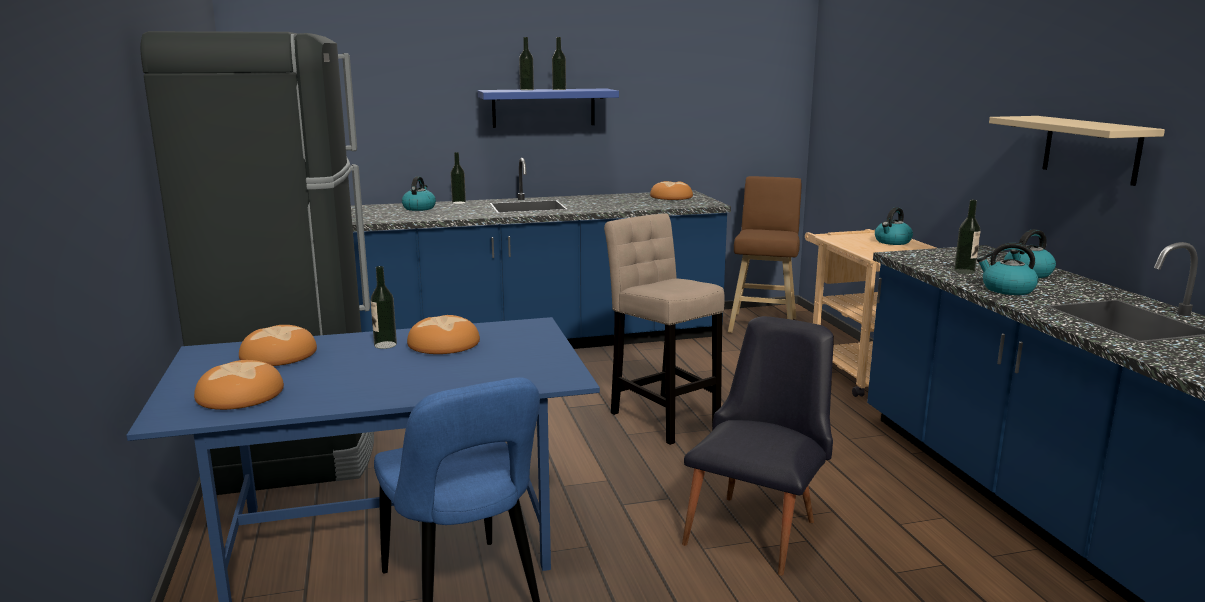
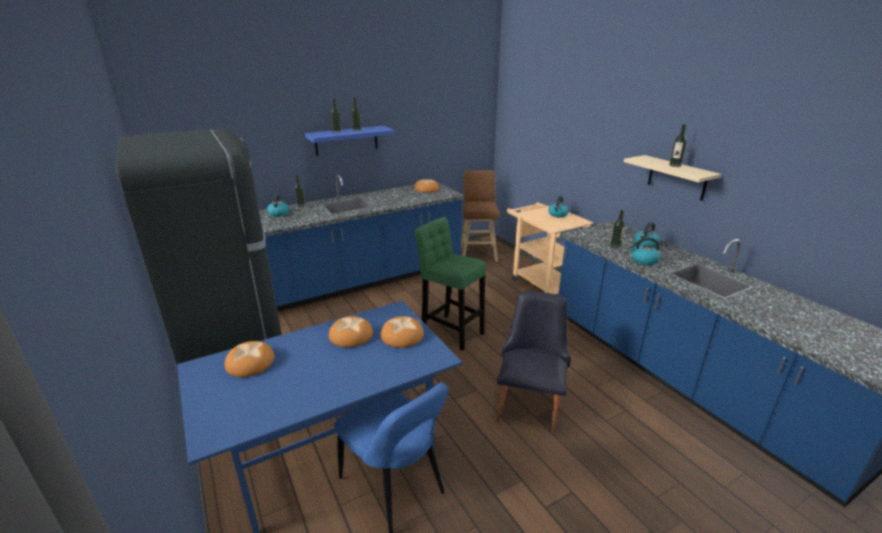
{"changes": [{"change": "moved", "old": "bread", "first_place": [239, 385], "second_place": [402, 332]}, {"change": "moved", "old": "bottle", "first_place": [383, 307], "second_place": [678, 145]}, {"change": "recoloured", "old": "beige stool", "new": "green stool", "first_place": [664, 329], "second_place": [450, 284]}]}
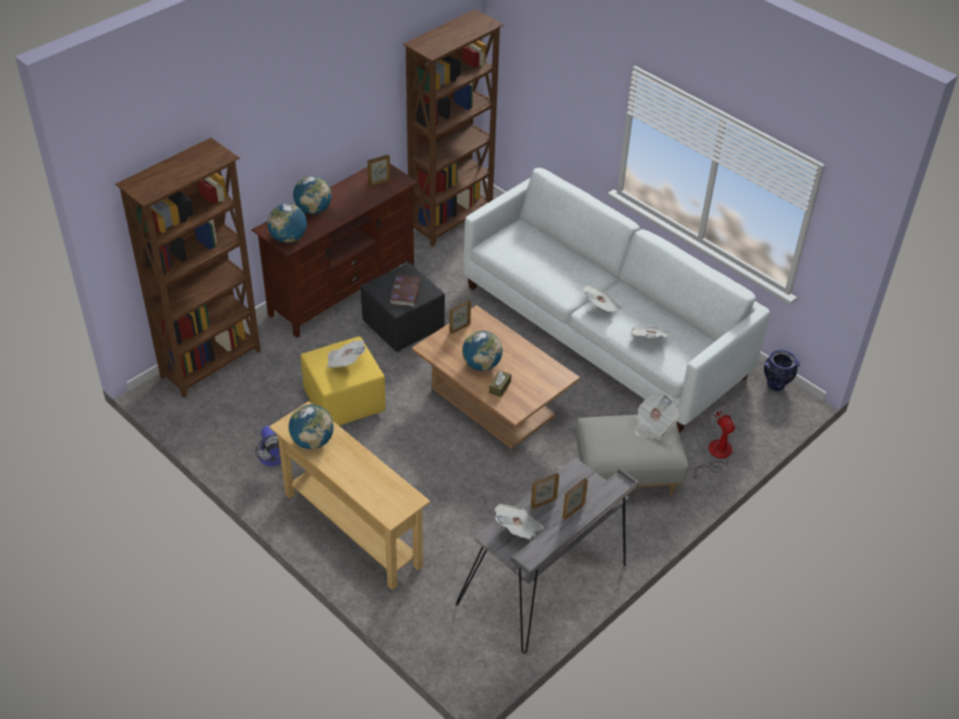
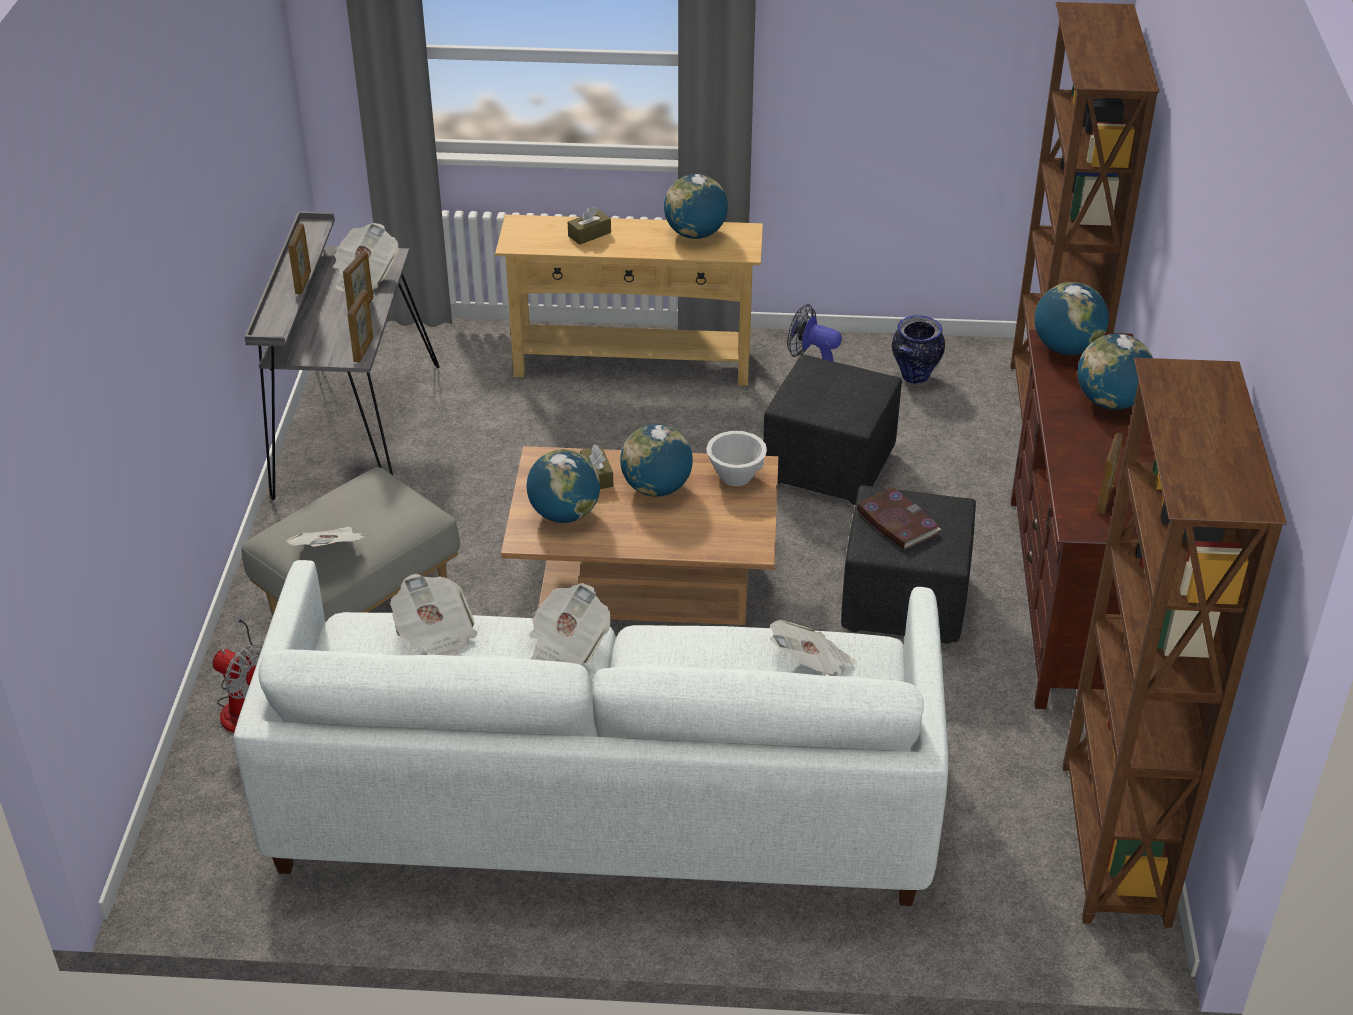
{"changes": [{"change": "recoloured", "old": "yellow ottoman", "new": "black ottoman", "first_place": [343, 381], "second_place": [832, 429]}, {"change": "moved", "old": "newspaper", "first_place": [346, 354], "second_place": [813, 647]}, {"change": "moved", "old": "picture frame", "first_place": [460, 317], "second_place": [360, 326]}, {"change": "moved", "old": "vase", "first_place": [782, 370], "second_place": [918, 349]}, {"change": "added", "new": "globe", "second_place": [563, 486]}, {"change": "added", "new": "brown tissue box", "second_place": [589, 225]}, {"change": "added", "new": "white bowl", "second_place": [736, 458]}]}
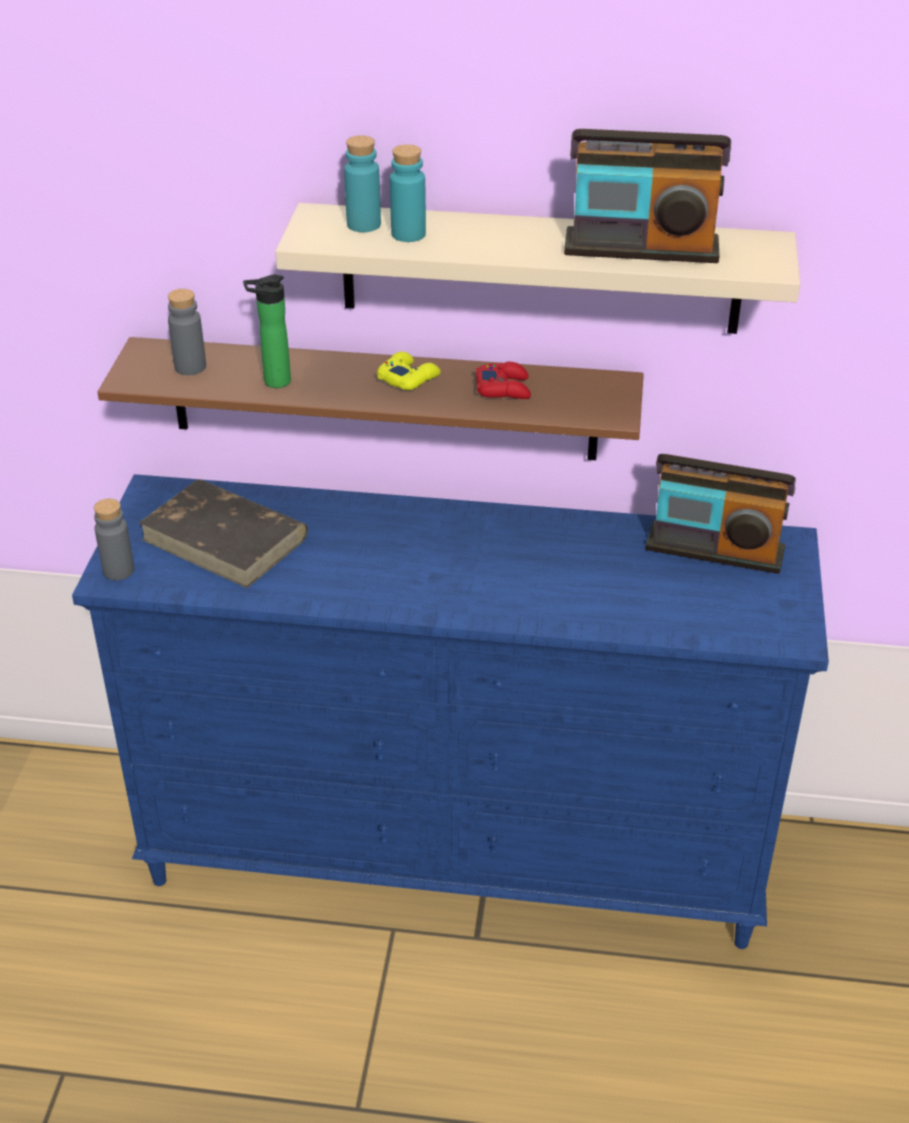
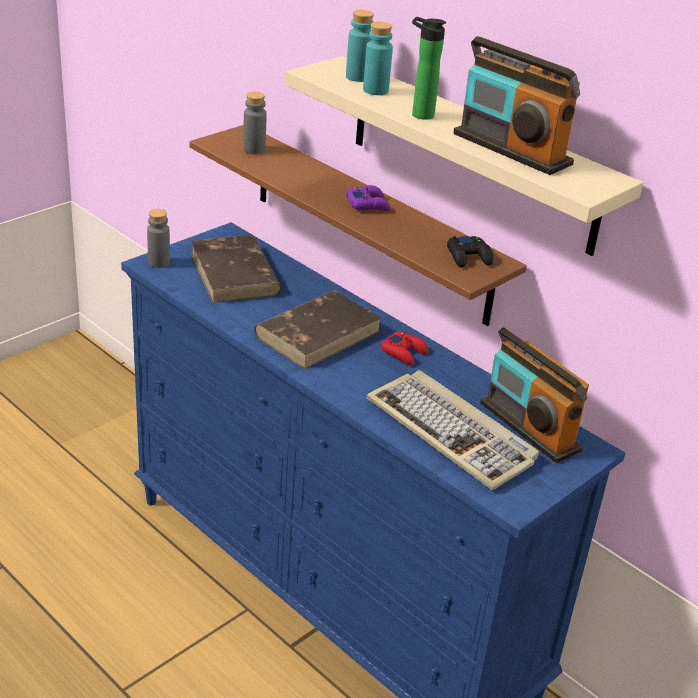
{"changes": [{"change": "moved", "old": "bottle", "first_place": [267, 331], "second_place": [429, 68]}, {"change": "recoloured", "old": "yellow game controller", "new": "purple game controller", "first_place": [409, 370], "second_place": [368, 198]}, {"change": "moved", "old": "red game controller", "first_place": [503, 380], "second_place": [405, 349]}, {"change": "added", "new": "brown book", "second_place": [318, 329]}, {"change": "added", "new": "keyboard", "second_place": [453, 430]}, {"change": "added", "new": "black game controller", "second_place": [470, 252]}]}
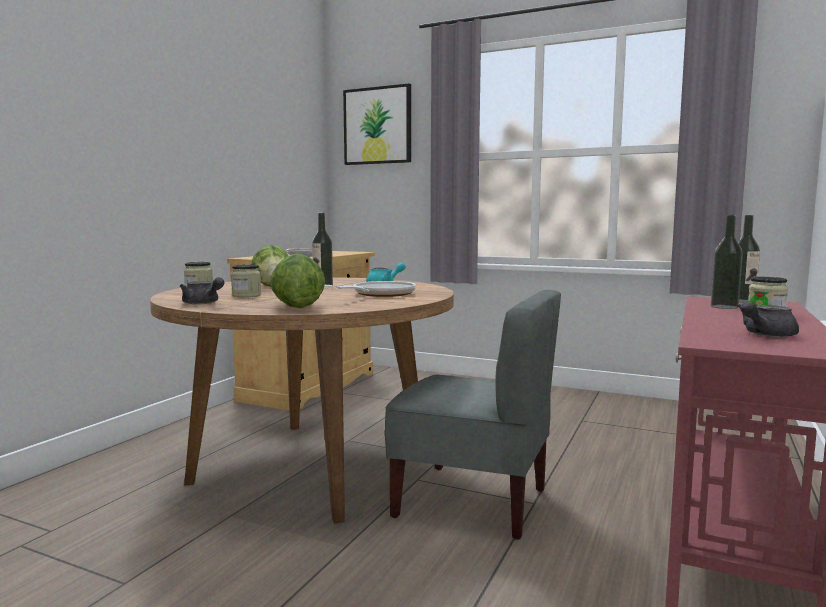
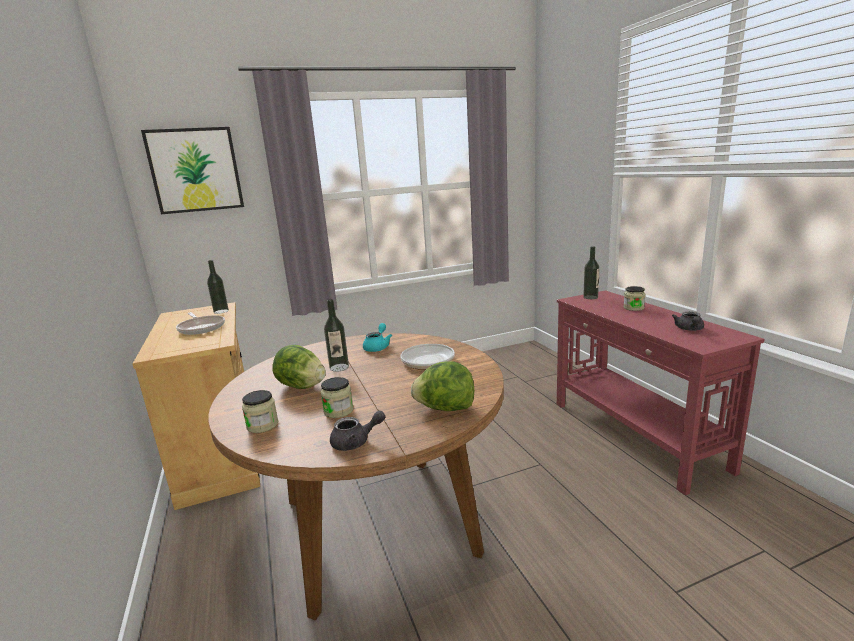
{"changes": [{"change": "removed", "old": "grey chair", "first_place": [473, 415]}, {"change": "moved", "old": "bottle", "first_place": [727, 262], "second_place": [218, 287]}]}
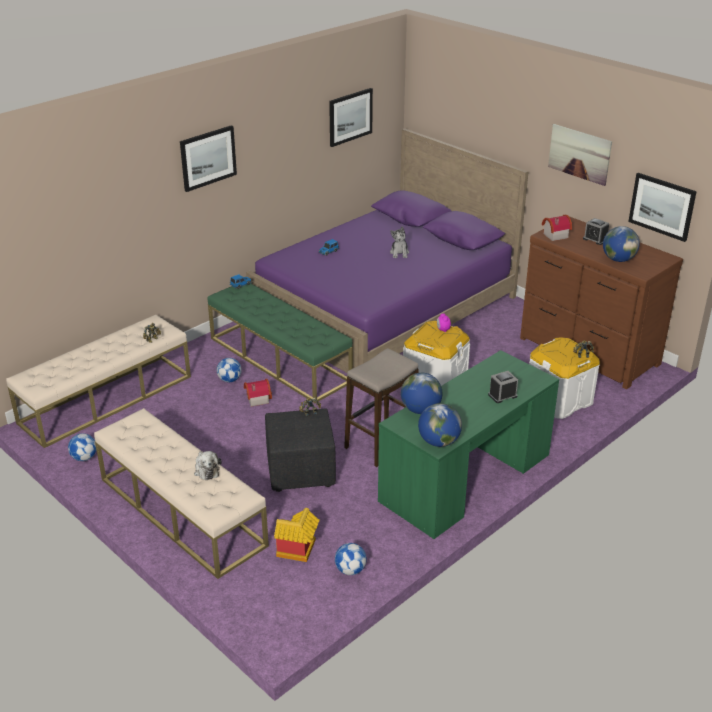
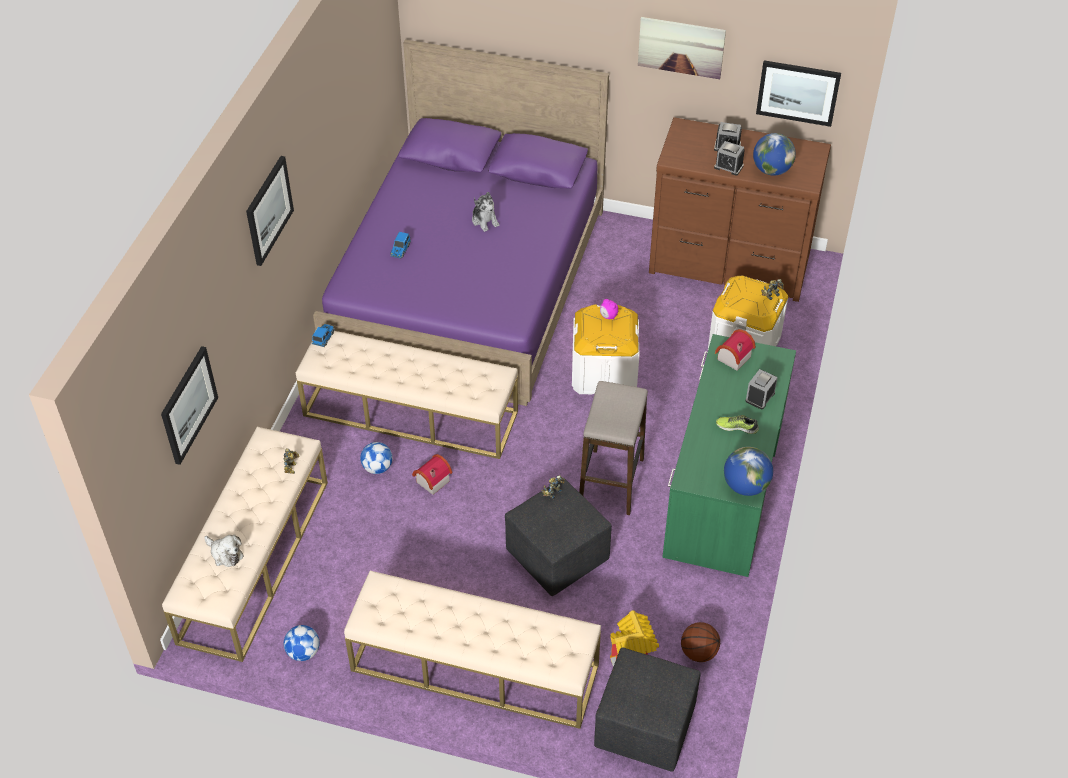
{"changes": [{"change": "moved", "old": "plush toy", "first_place": [208, 465], "second_place": [224, 551]}, {"change": "recoloured", "old": "green bench", "new": "beige bench", "first_place": [280, 343], "second_place": [407, 395]}, {"change": "moved", "old": "picture", "first_place": [351, 117], "second_place": [189, 405]}, {"change": "replaced", "old": "football", "new": "basketball", "first_place": [351, 559], "second_place": [700, 642]}, {"change": "removed", "old": "globe", "first_place": [421, 393]}, {"change": "moved", "old": "toy house", "first_place": [557, 228], "second_place": [735, 350]}, {"change": "added", "new": "black ottoman", "second_place": [647, 709]}, {"change": "added", "new": "alarm clock", "second_place": [729, 158]}, {"change": "added", "new": "shoe", "second_place": [737, 424]}]}
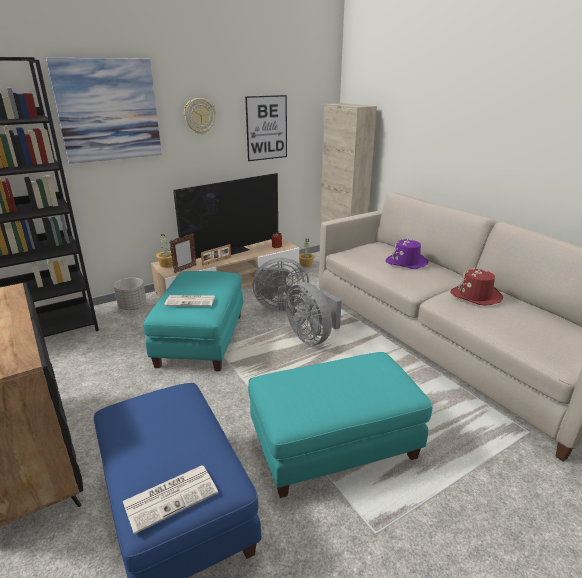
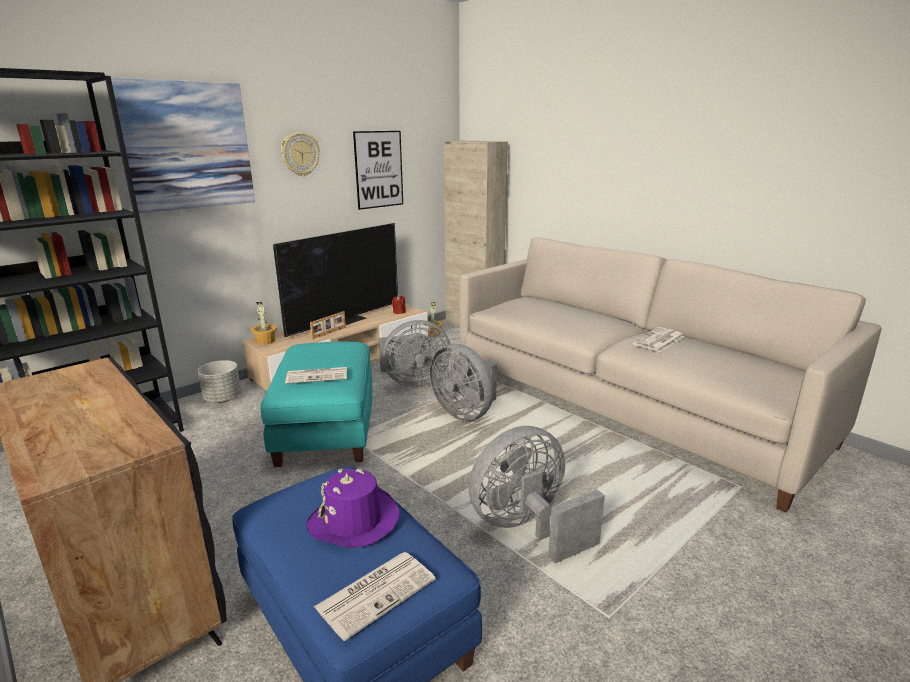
{"changes": [{"change": "removed", "old": "picture frame", "first_place": [183, 253]}, {"change": "replaced", "old": "turquoise ottoman", "new": "grey fan", "first_place": [340, 425], "second_place": [536, 494]}, {"change": "moved", "old": "purple hat", "first_place": [407, 253], "second_place": [353, 508]}, {"change": "replaced", "old": "red hat", "new": "newspaper", "first_place": [476, 287], "second_place": [658, 339]}]}
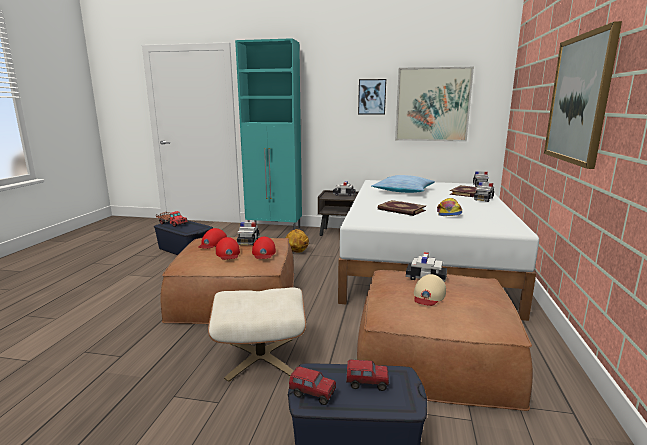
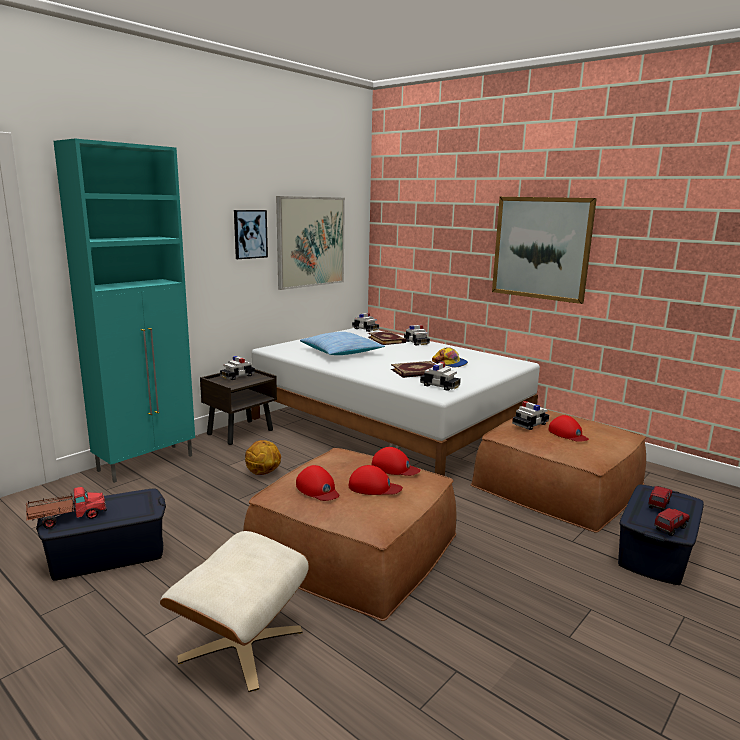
{"changes": [{"change": "moved", "old": "beige ottoman", "first_place": [257, 334], "second_place": [234, 611]}, {"change": "moved", "old": "toy car", "first_place": [248, 233], "second_place": [440, 376]}, {"change": "recoloured", "old": "beige cap", "new": "red cap", "first_place": [430, 290], "second_place": [568, 428]}]}
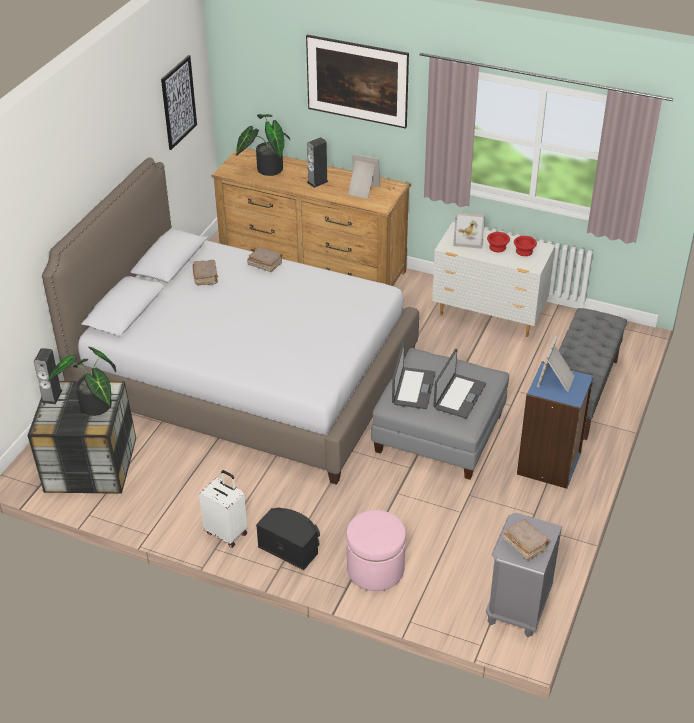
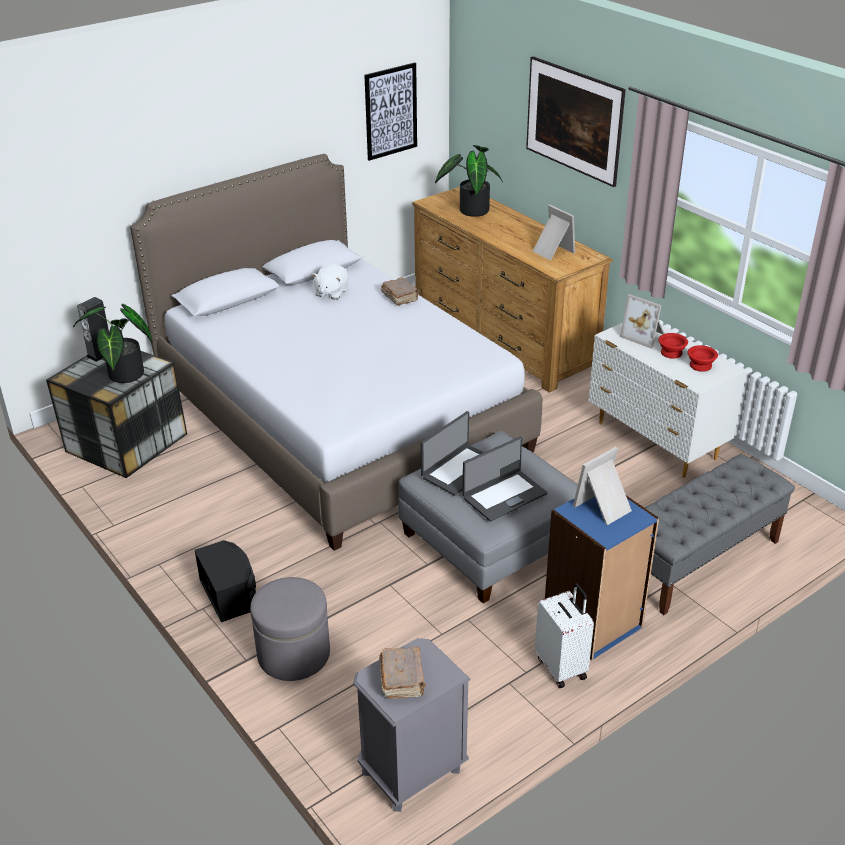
{"changes": [{"change": "replaced", "old": "brown book", "new": "white plush toy", "first_place": [205, 272], "second_place": [329, 282]}, {"change": "moved", "old": "white suitcase", "first_place": [223, 509], "second_place": [564, 635]}, {"change": "removed", "old": "speaker", "first_place": [318, 162]}, {"change": "recoloured", "old": "pink ottoman", "new": "grey ottoman", "first_place": [376, 550], "second_place": [290, 629]}]}
